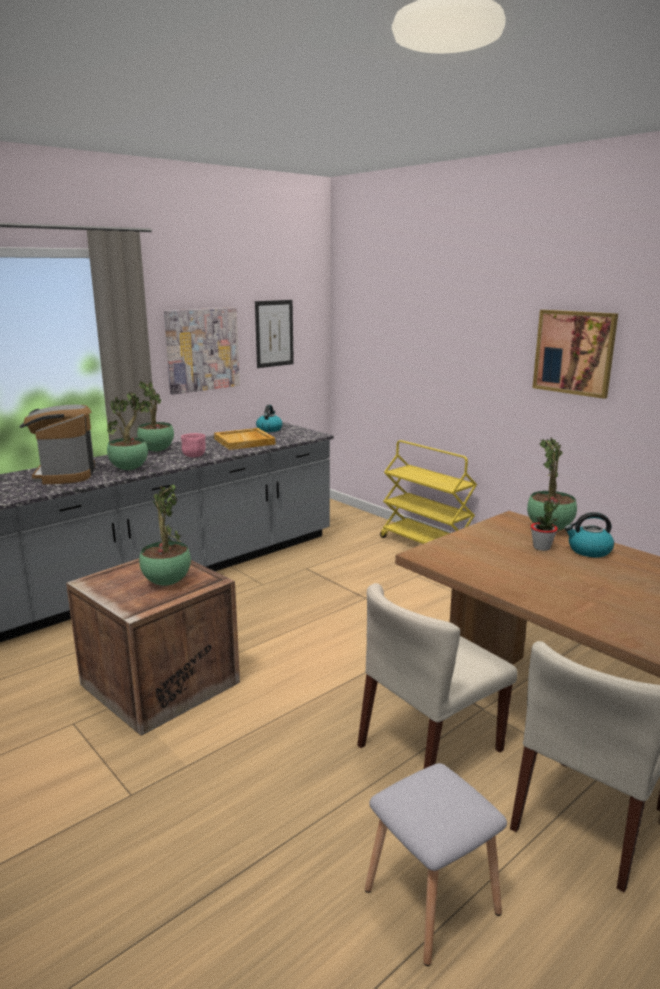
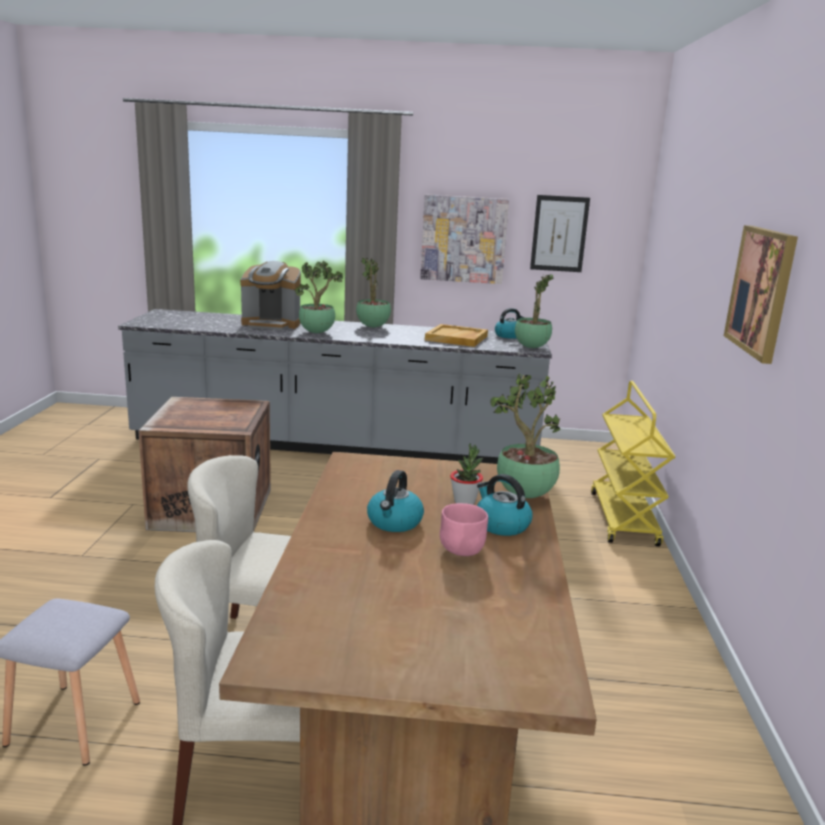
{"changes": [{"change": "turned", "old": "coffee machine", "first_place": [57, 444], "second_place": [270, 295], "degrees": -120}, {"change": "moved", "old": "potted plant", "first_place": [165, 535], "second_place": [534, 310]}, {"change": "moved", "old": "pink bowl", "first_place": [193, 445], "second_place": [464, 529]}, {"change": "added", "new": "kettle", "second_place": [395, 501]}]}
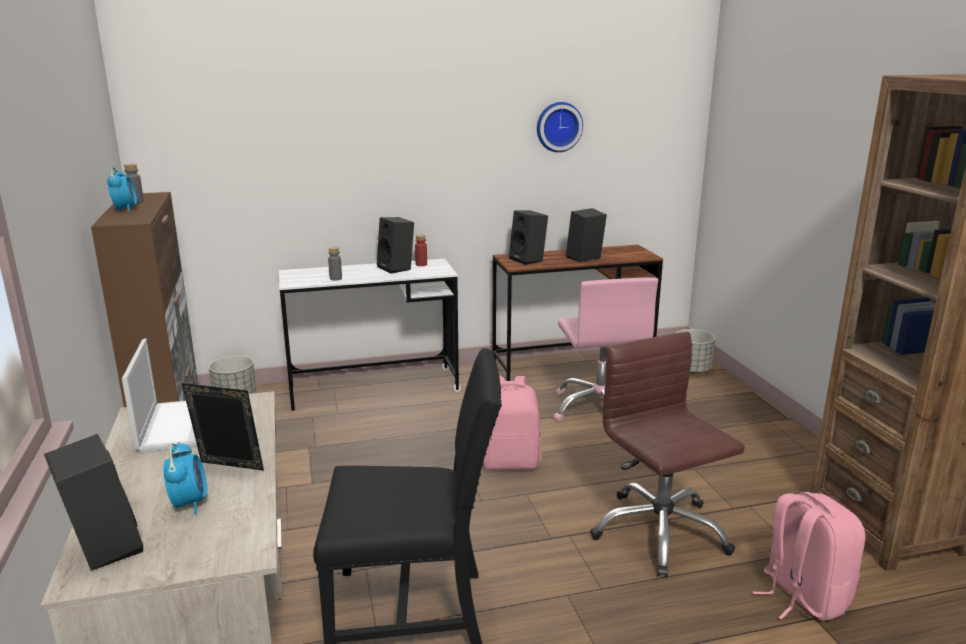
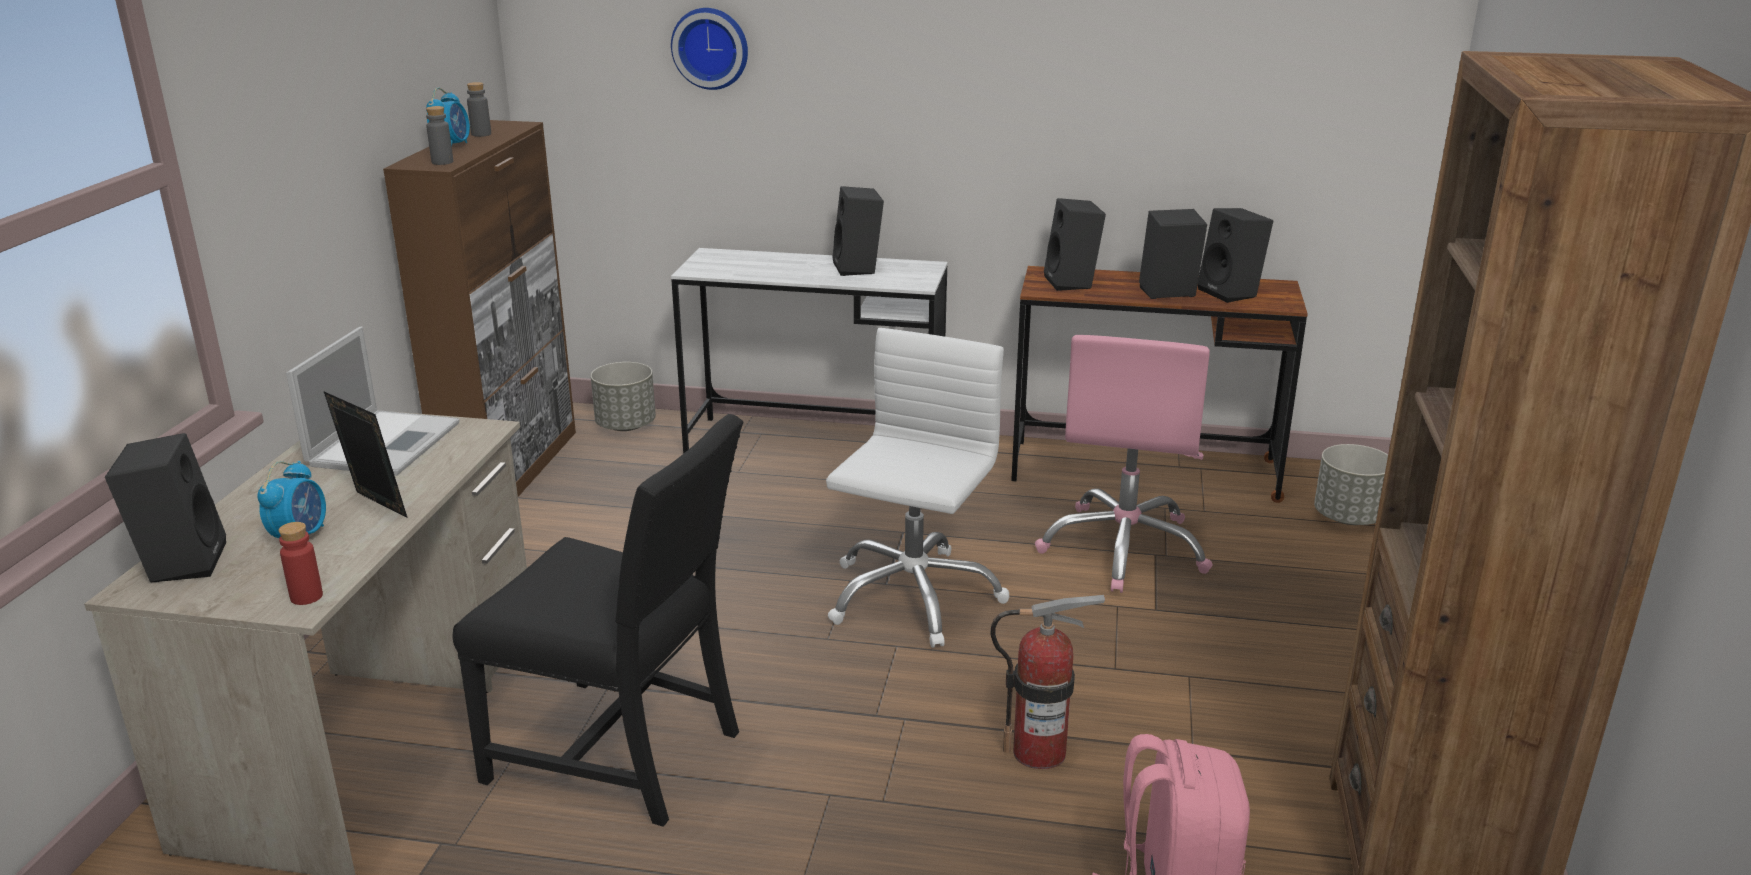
{"changes": [{"change": "moved", "old": "grey bottle", "first_place": [335, 264], "second_place": [439, 135]}, {"change": "moved", "old": "red bottle", "first_place": [421, 250], "second_place": [300, 563]}, {"change": "replaced", "old": "pink backpack", "new": "white office chair", "first_place": [512, 423], "second_place": [917, 488]}, {"change": "moved", "old": "wall clock", "first_place": [560, 127], "second_place": [709, 49]}, {"change": "replaced", "old": "brown office chair", "new": "fire extinguisher", "first_place": [667, 455], "second_place": [1047, 682]}, {"change": "added", "new": "black speaker", "second_place": [1235, 255]}]}
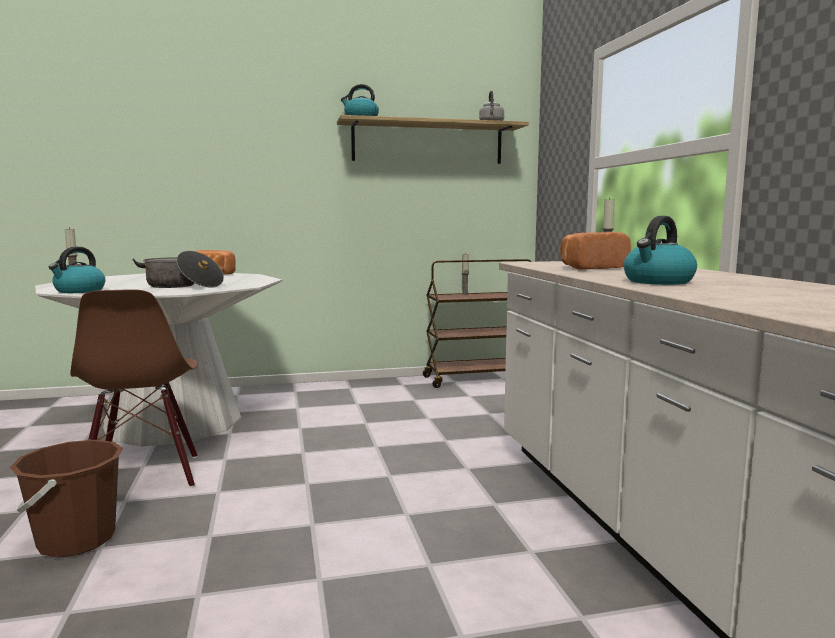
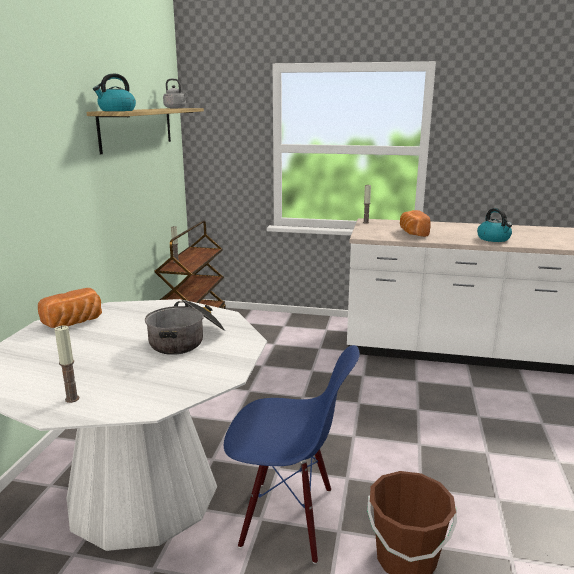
{"changes": [{"change": "removed", "old": "kettle", "first_place": [77, 270]}, {"change": "recoloured", "old": "brown chair", "new": "blue chair", "first_place": [134, 388], "second_place": [292, 454]}]}
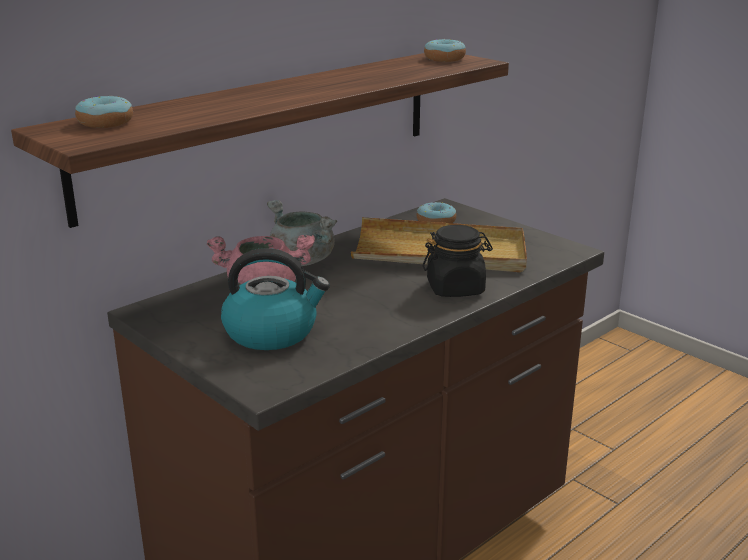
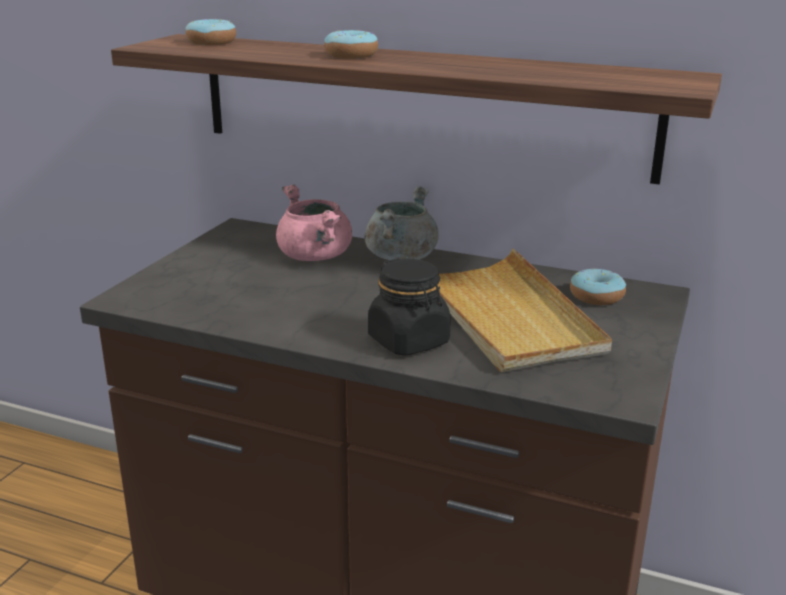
{"changes": [{"change": "removed", "old": "kettle", "first_place": [275, 299]}, {"change": "moved", "old": "donut", "first_place": [445, 50], "second_place": [351, 44]}]}
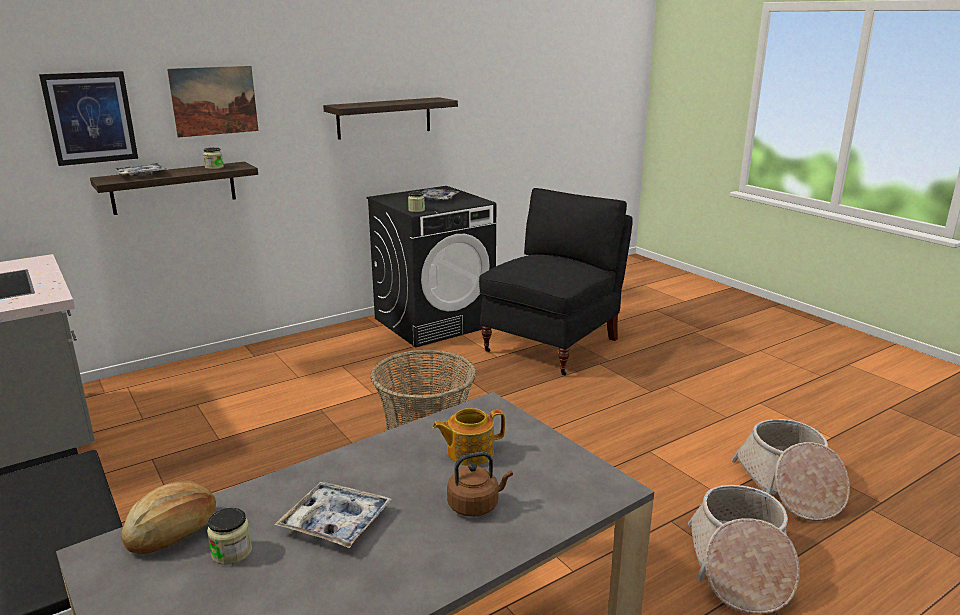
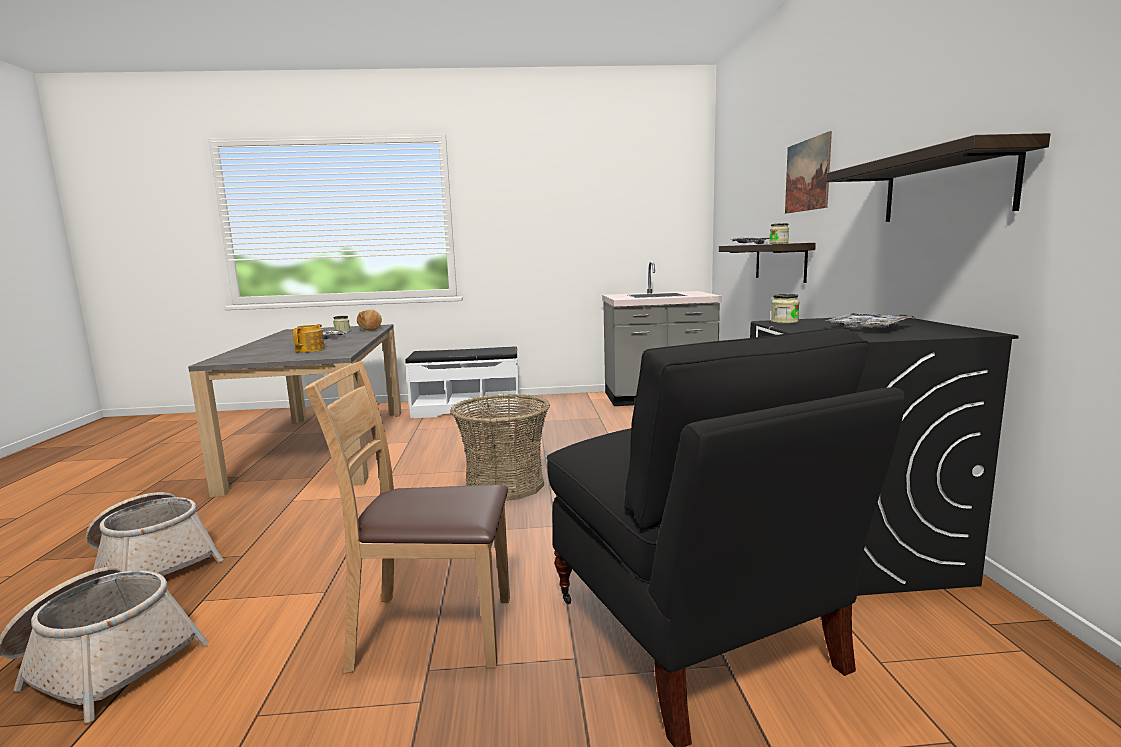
{"changes": [{"change": "removed", "old": "picture", "first_place": [88, 118]}, {"change": "removed", "old": "brown kettle", "first_place": [480, 484]}, {"change": "added", "new": "brown chair", "second_place": [407, 517]}]}
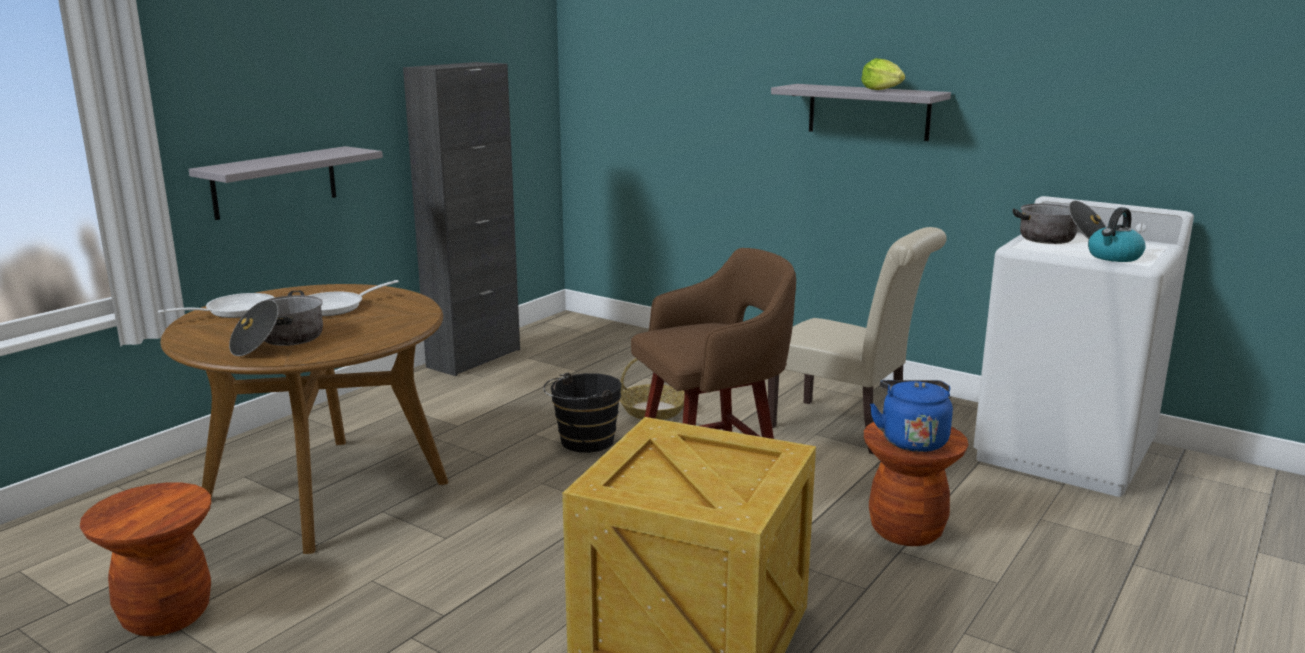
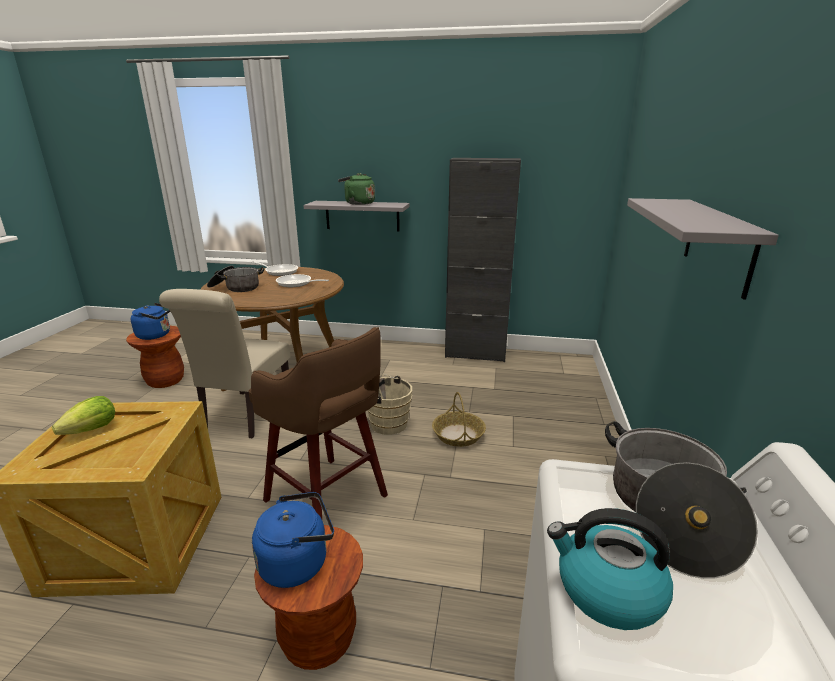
{"changes": [{"change": "recoloured", "old": "black bucket", "new": "beige bucket", "first_place": [582, 412], "second_place": [390, 405]}, {"change": "moved", "old": "beige chair", "first_place": [857, 340], "second_place": [224, 363]}, {"change": "moved", "old": "lettuce", "first_place": [883, 74], "second_place": [83, 415]}, {"change": "added", "new": "blue kettle", "second_place": [150, 321]}, {"change": "added", "new": "green kettle", "second_place": [356, 189]}]}
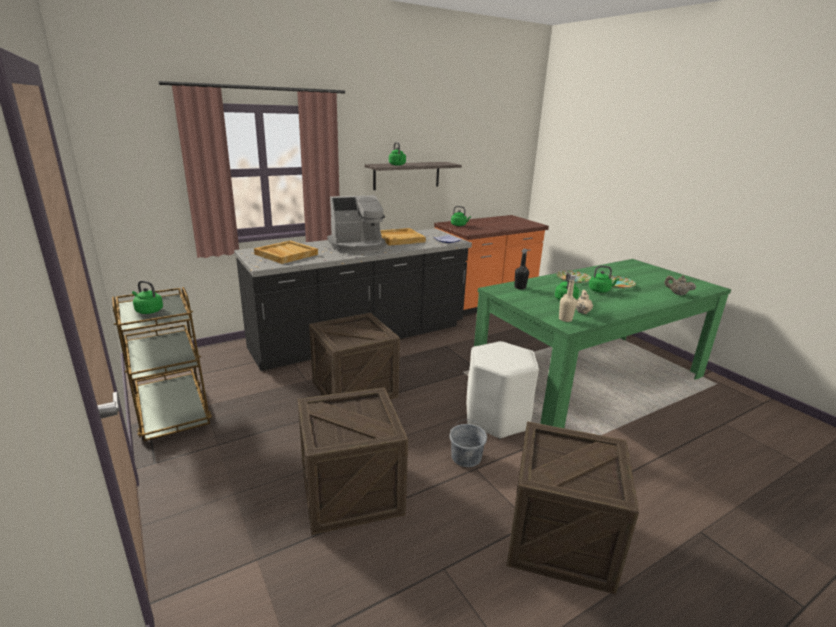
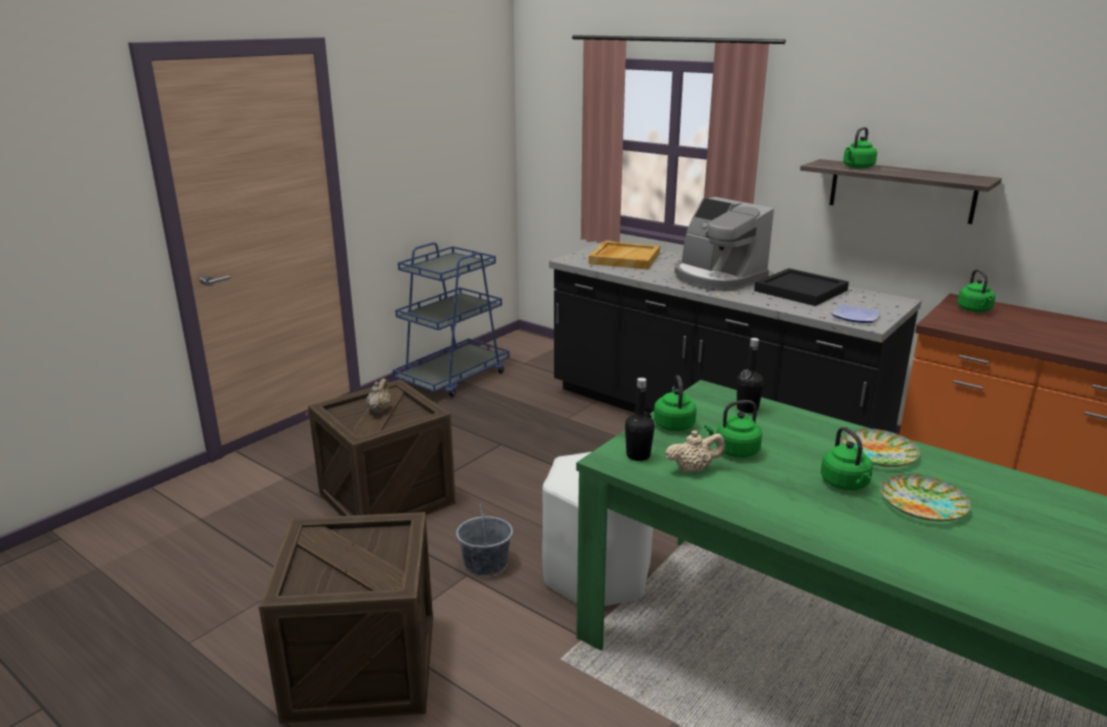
{"changes": [{"change": "recoloured", "old": "brown cart", "new": "blue cart", "first_place": [162, 364], "second_place": [451, 319]}, {"change": "moved", "old": "green kettle", "first_place": [147, 297], "second_place": [675, 403]}, {"change": "removed", "old": "crate", "first_place": [354, 356]}, {"change": "recoloured", "old": "beige tray", "new": "black tray", "first_place": [403, 237], "second_place": [801, 287]}, {"change": "recoloured", "old": "beige bottle", "new": "black bottle", "first_place": [568, 298], "second_place": [640, 419]}, {"change": "moved", "old": "beige teapot", "first_place": [680, 285], "second_place": [378, 396]}]}
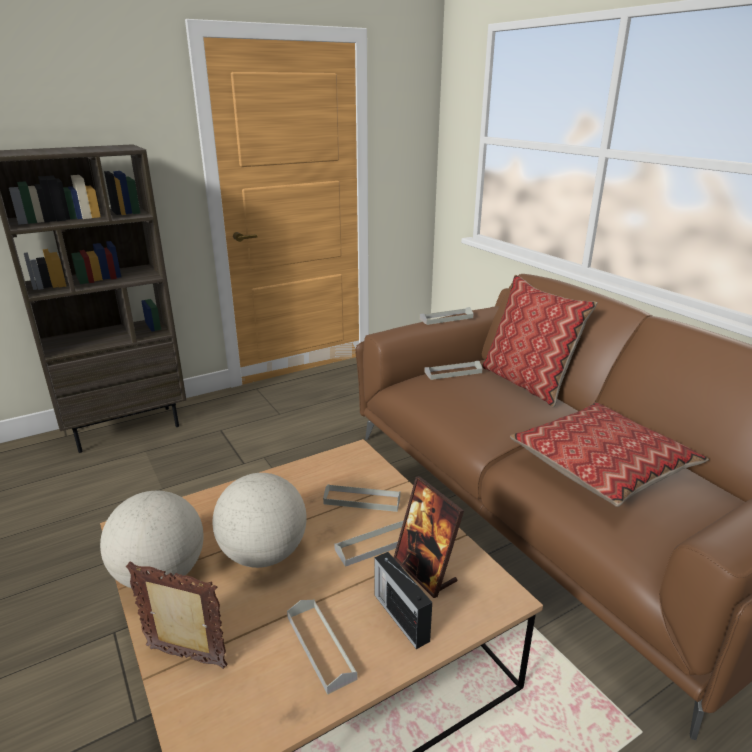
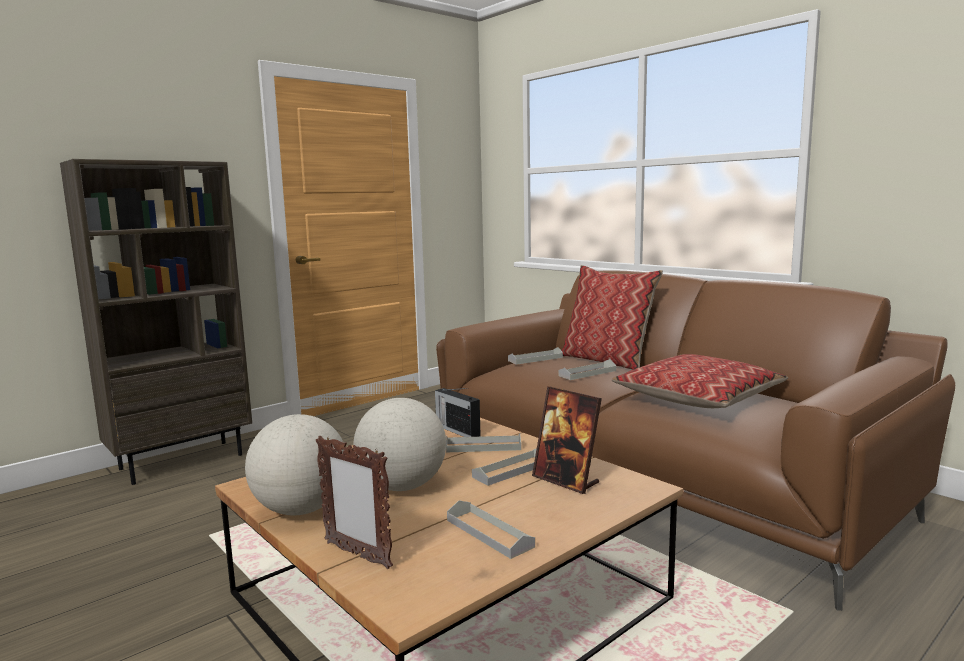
{"changes": [{"change": "turned", "old": "picture frame", "first_place": [177, 615], "second_place": [354, 502], "degrees": -150}, {"change": "moved", "old": "radio", "first_place": [403, 600], "second_place": [458, 412]}, {"change": "moved", "old": "grey tray", "first_place": [447, 316], "second_place": [587, 369]}]}
